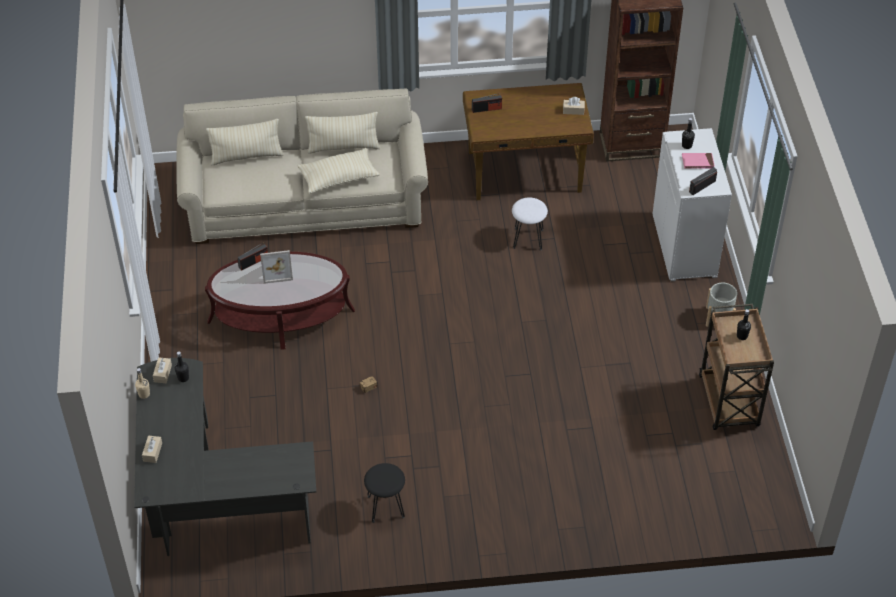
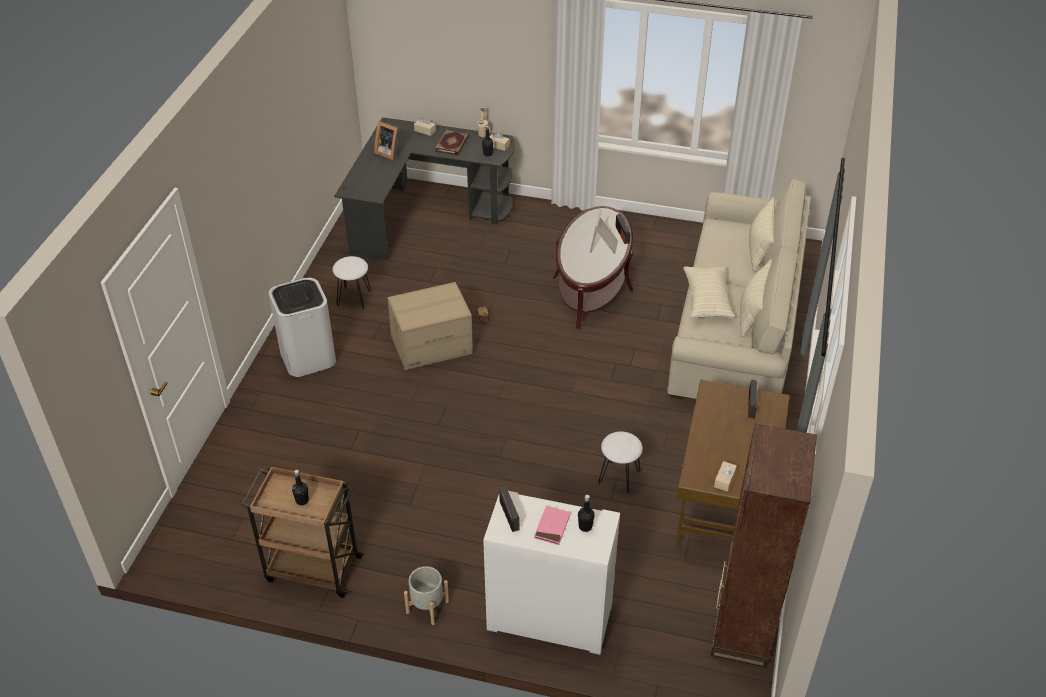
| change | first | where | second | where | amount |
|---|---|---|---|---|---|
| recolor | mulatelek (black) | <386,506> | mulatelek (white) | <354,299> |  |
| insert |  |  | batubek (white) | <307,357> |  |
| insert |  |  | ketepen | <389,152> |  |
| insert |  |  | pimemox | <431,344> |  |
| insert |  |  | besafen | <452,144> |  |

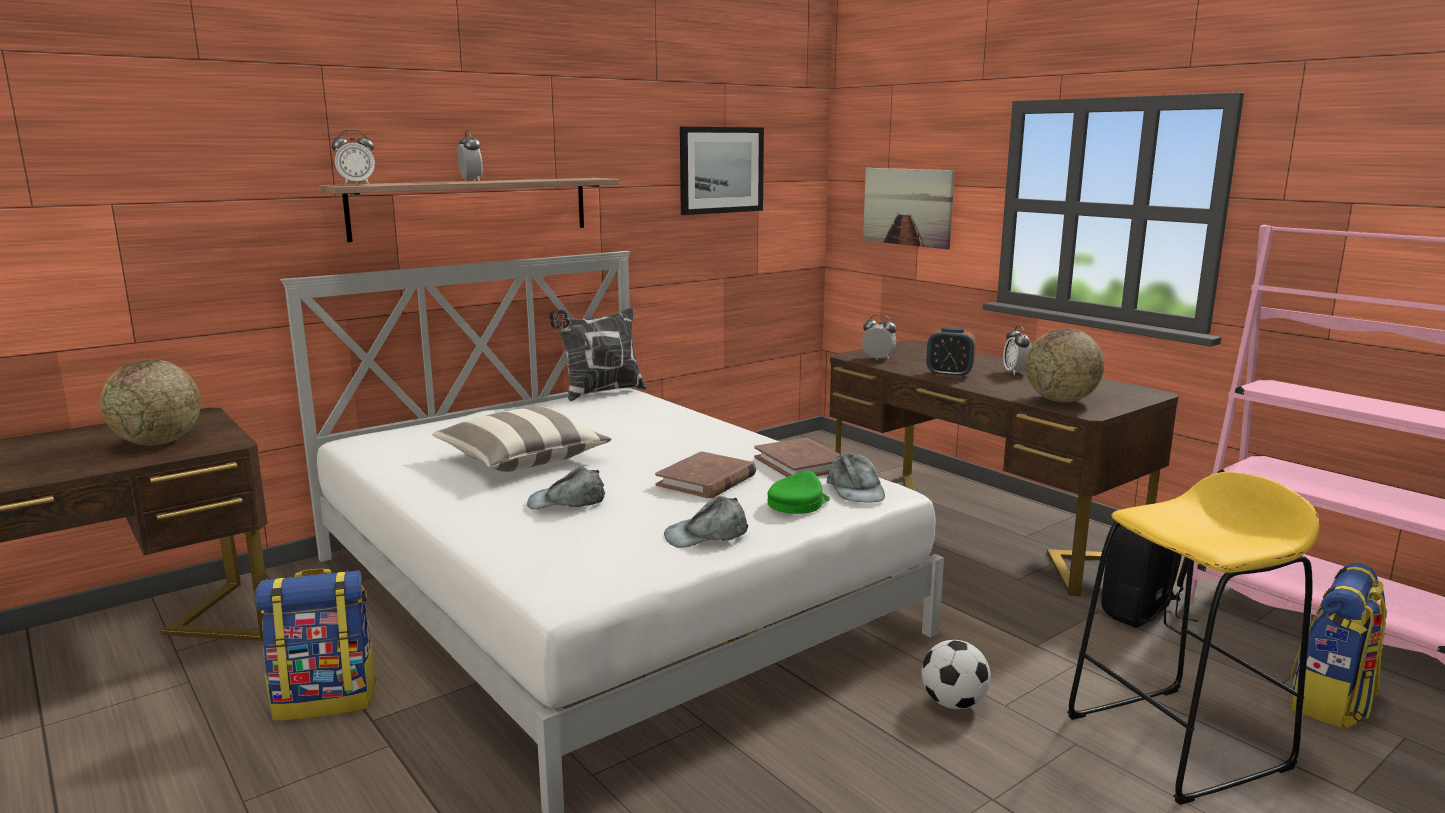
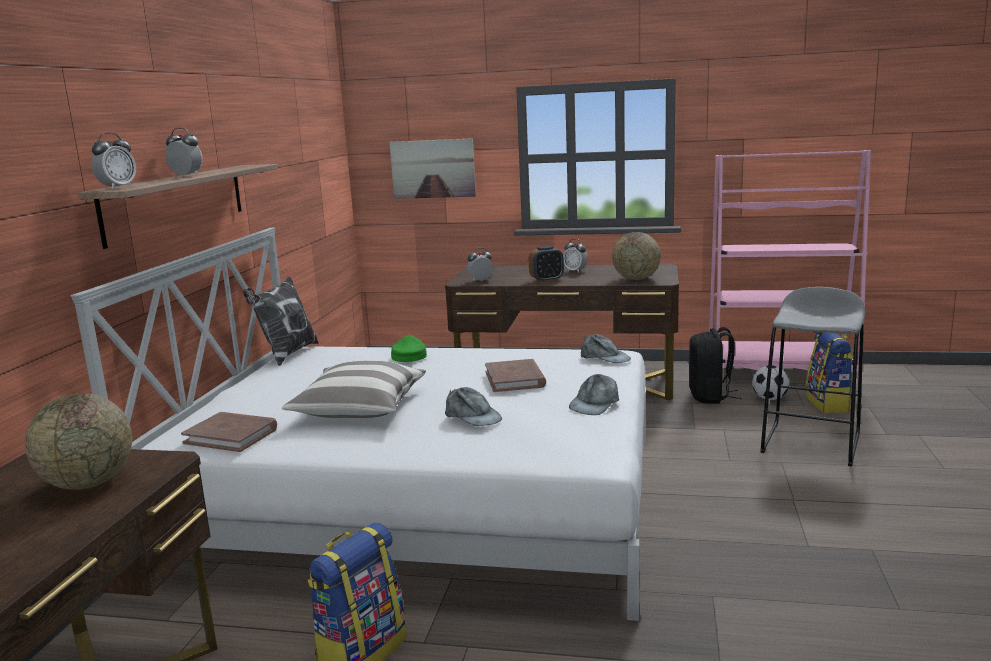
| change | first | where | second | where | amount |
|---|---|---|---|---|---|
| rotate | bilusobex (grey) | <567,501> |  | <472,416> | 90 degrees counterclockwise |
| delete | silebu | <721,170> |  |  |  |
| move | besafen (brown) | <801,463> |  | <231,436> |  |
| move | bilusobex (green) | <797,503> |  | <409,356> |  |
| move | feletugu | <953,703> |  | <769,399> |  |
| recolor | mulatelek (yellow) | <1178,742> | mulatelek (grey) | <811,443> |  |

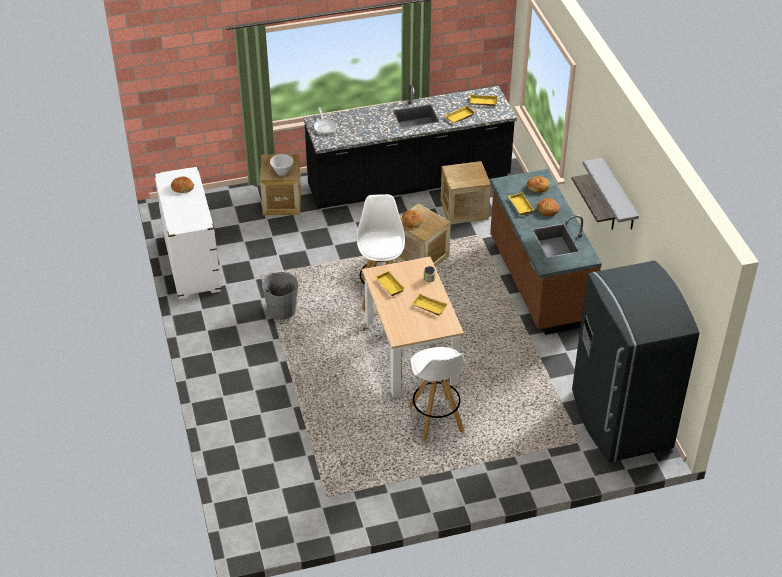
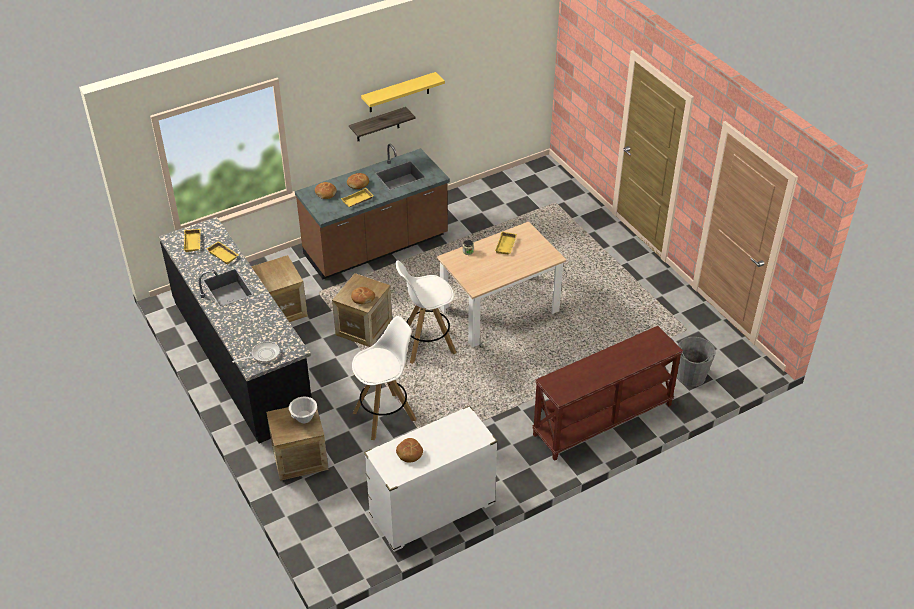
| change | first | where | second | where | amount |
|---|---|---|---|---|---|
| move | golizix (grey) | <281,310> |  | <691,376> |  |
| delete | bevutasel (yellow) | <388,285> |  |  |  |
| move | mulatelek (white) | <436,419> |  | <385,416> |  |
| delete | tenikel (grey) | <619,420> |  |  |  |
| recolor | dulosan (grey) | <618,195> | dulosan (yellow) | <399,93> |  |
| insert |  |  | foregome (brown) | <603,420> |  |

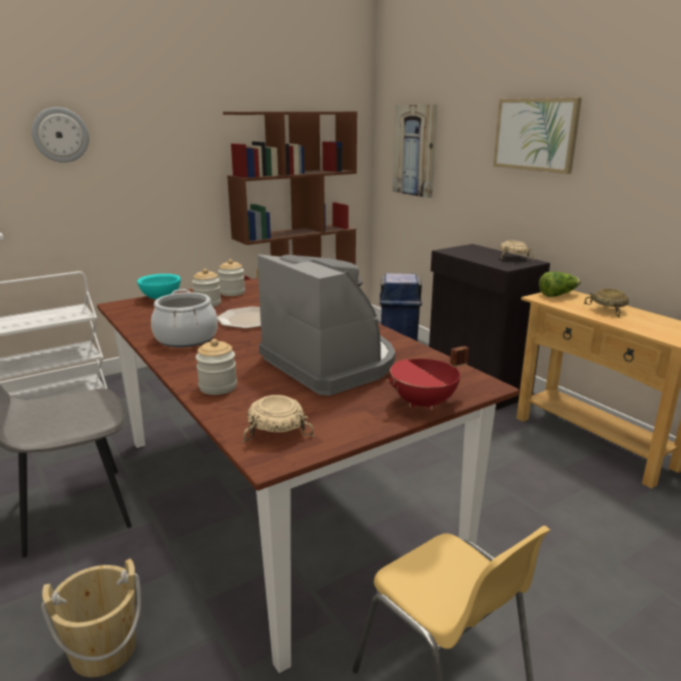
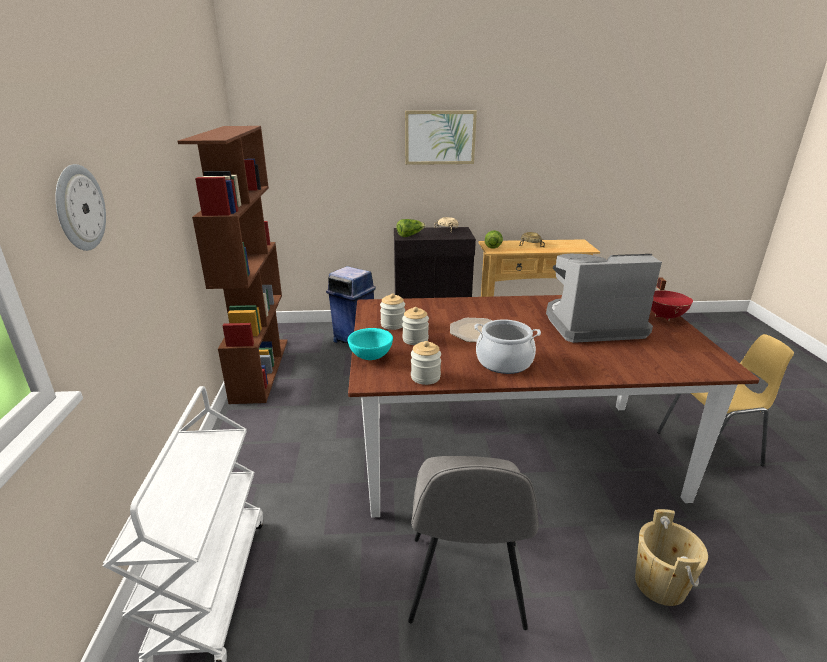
| change | first | where | second | where | amount |
|---|---|---|---|---|---|
| move | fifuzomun | <218,387> |  | <425,377> |  |
| delete | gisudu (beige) | <275,432> |  |  |  |
| delete | silebu | <415,150> |  |  |  |
| insert |  |  | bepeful | <410,235> |  |

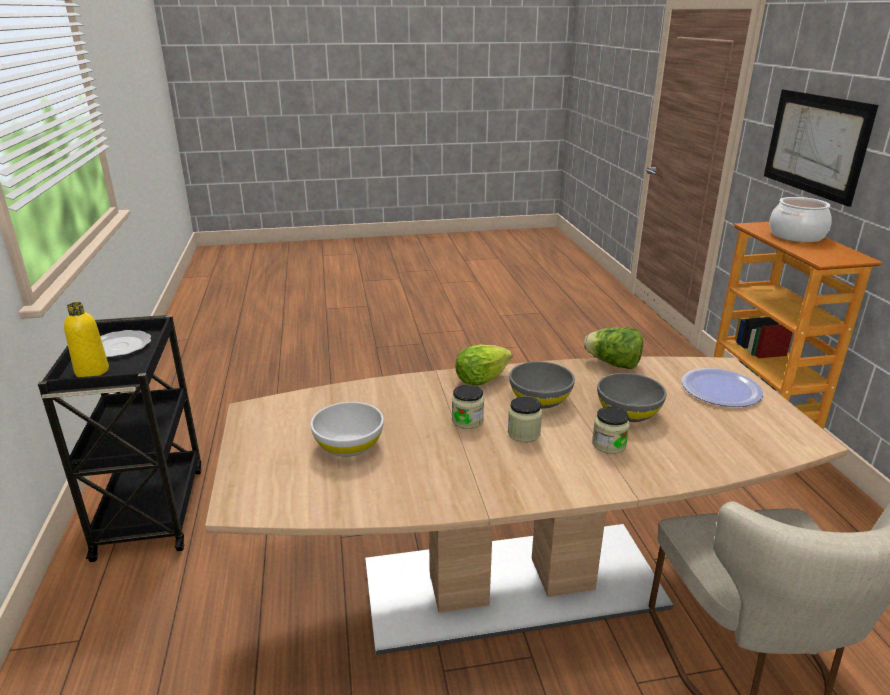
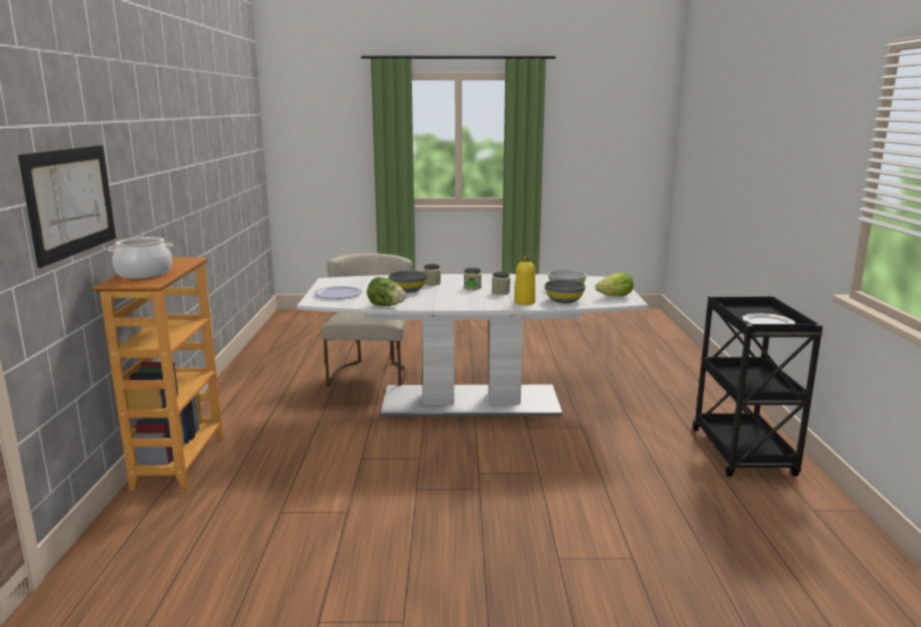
| change | first | where | second | where | amount |
|---|---|---|---|---|---|
| move | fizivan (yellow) | <92,371> |  | <524,302> |  |
| recolor | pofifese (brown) | <511,584> | pofifese (white) | <471,401> |  |
| move | bepeful | <481,379> |  | <615,297> |  |
| move | gisudu (grey) | <540,400> |  | <564,300> |  |

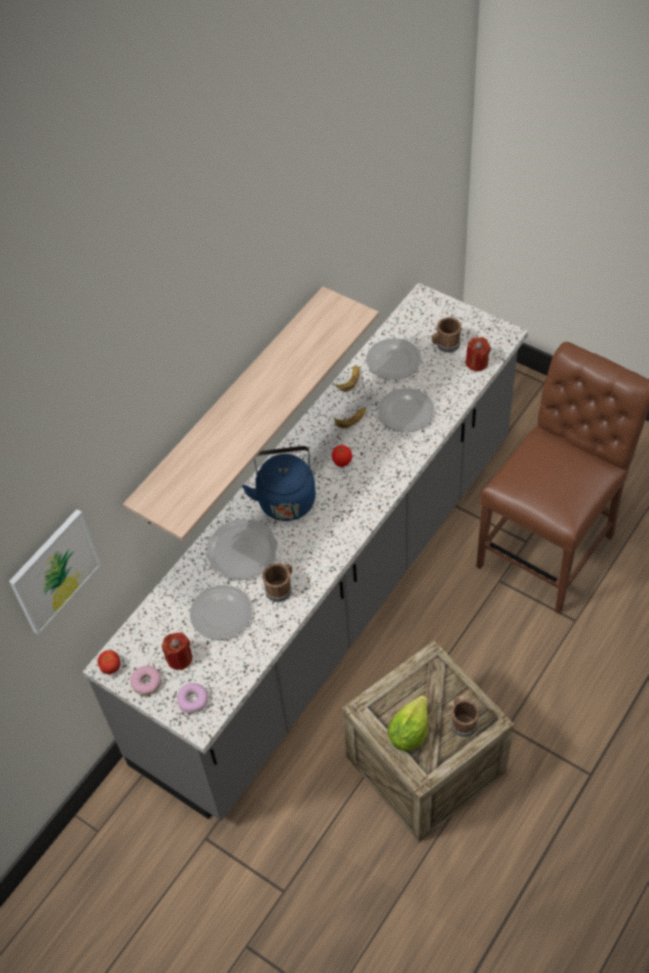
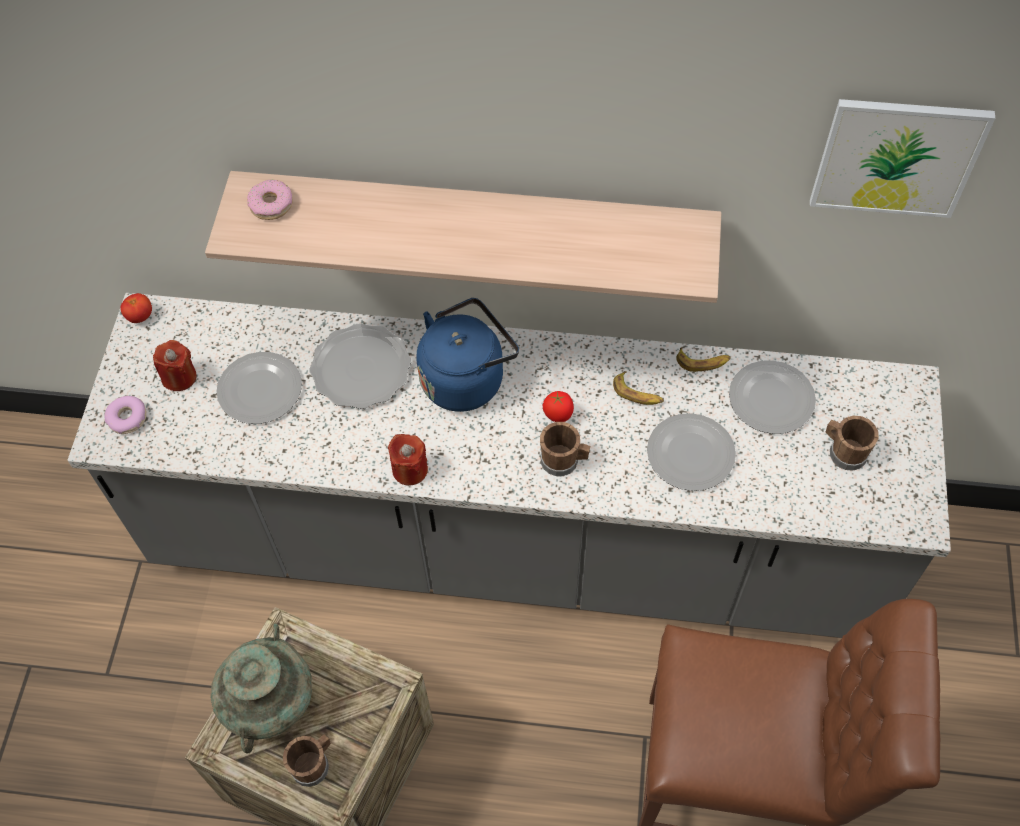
| change | first | where | second | where | amount |
|---|---|---|---|---|---|
| move | silebu | <54,571> |  | <897,157> |  |
| move | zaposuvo | <146,683> |  | <271,204> |  |
| move | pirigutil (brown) | <280,588> |  | <564,461> |  |
| replace | bepeful | <409,732> | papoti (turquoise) | <271,703> |  |
| move | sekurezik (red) | <477,363> |  | <410,470> |  |

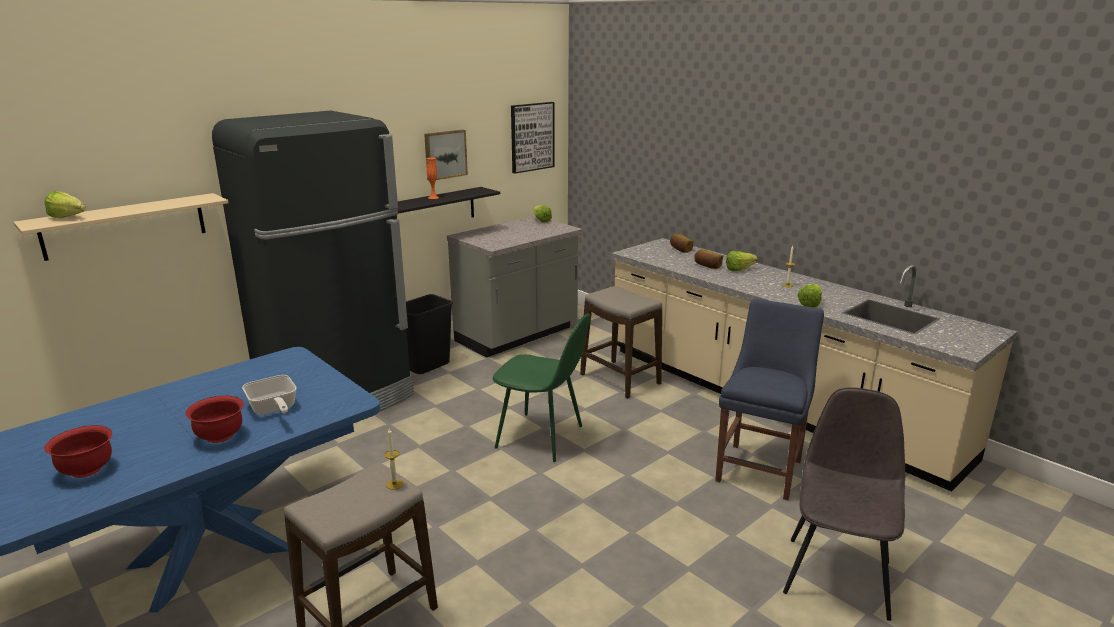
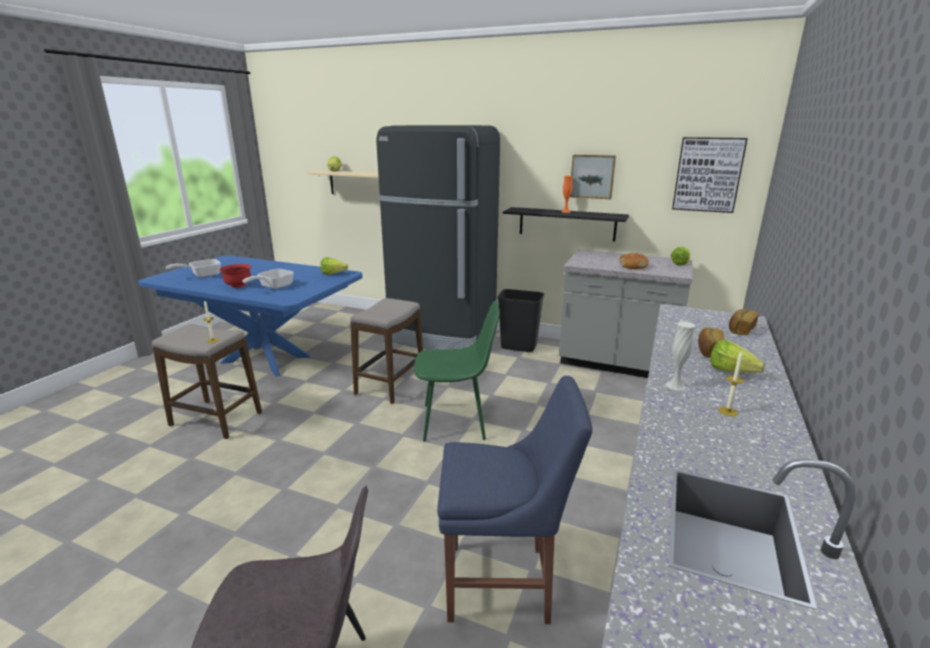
| change | first | where | second | where | amount |
|---|---|---|---|---|---|
| replace | gisudu (red) | <87,470> | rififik | <202,275> |  |
| rotate | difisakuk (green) | <542,437> |  | <456,422> | 90 degrees counterclockwise |
| move | mulatelek | <620,379> |  | <391,385> |  |
| move | bepeful | <811,303> |  | <335,274> |  |
| insert |  |  | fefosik | <633,266> |  |
| insert |  |  | papoti (white) | <675,385> |  |

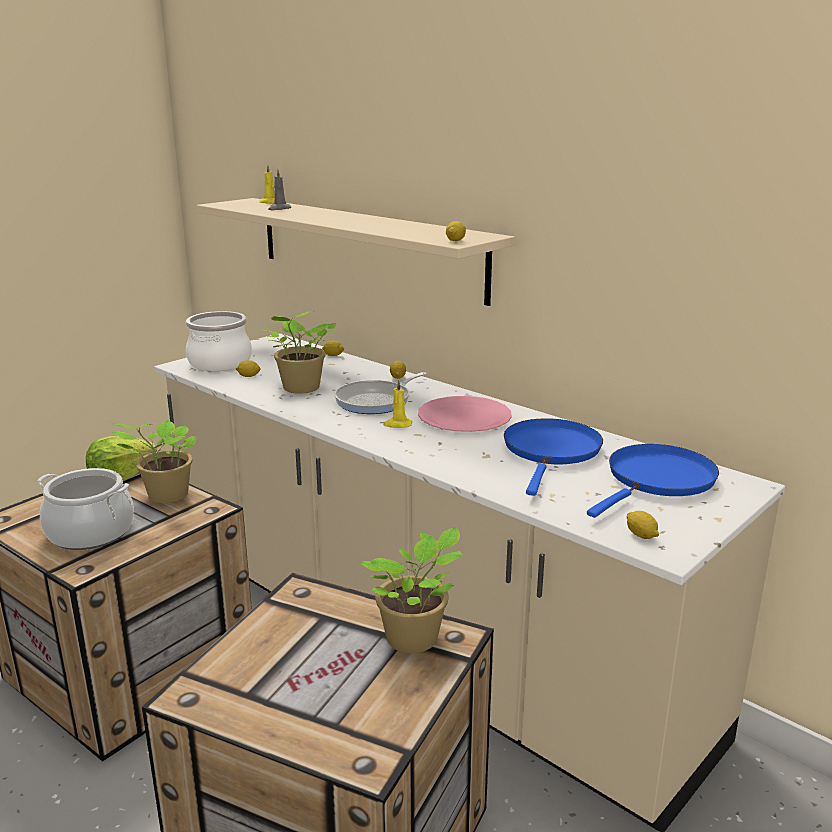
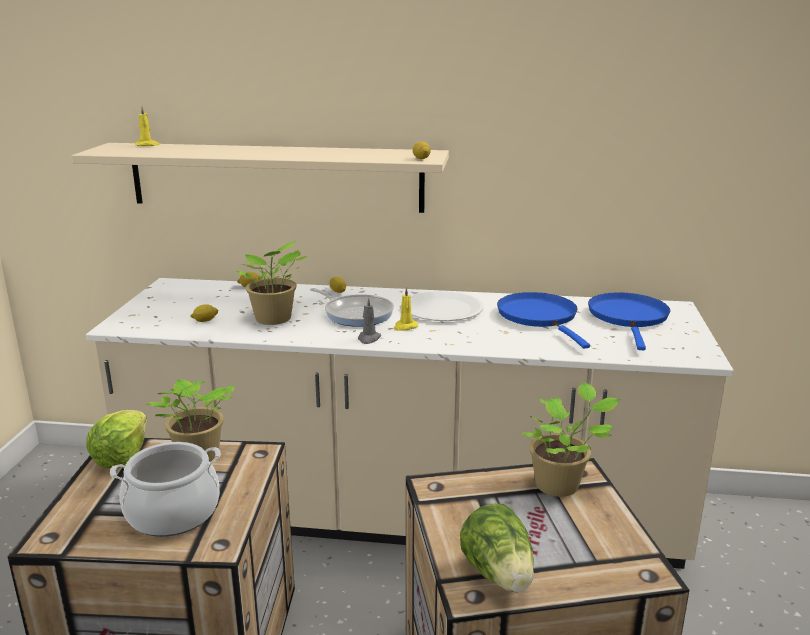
| change | first | where | second | where | amount |
|---|---|---|---|---|---|
| delete | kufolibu | <219,363> |  |  |  |
| move | sekurezik (grey) | <279,209> |  | <369,339> |  |
| rotate | rififik | <376,401> |  | <356,314> | 60 degrees counterclockwise |
| recolor | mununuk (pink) | <464,417> | mununuk (white) | <443,309> |  |
| delete | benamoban | <641,535> |  |  |  |
| insert |  |  | bepeful | <499,575> |  |

